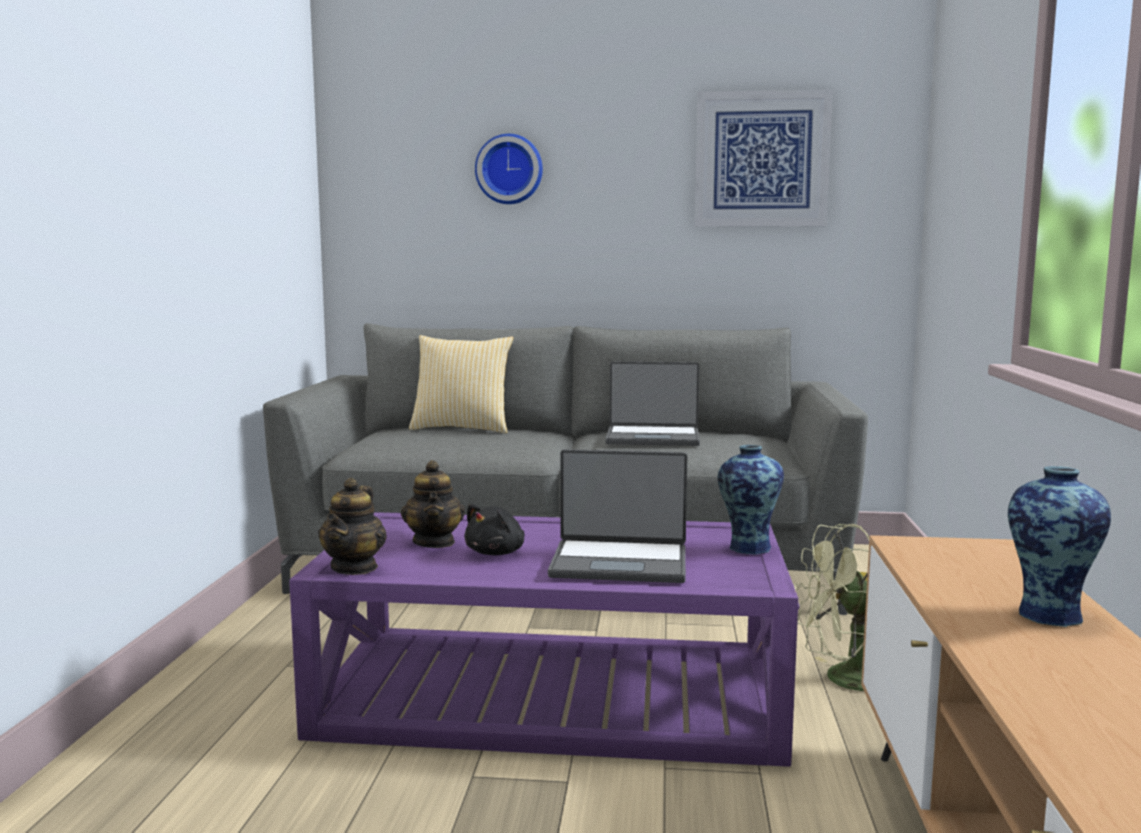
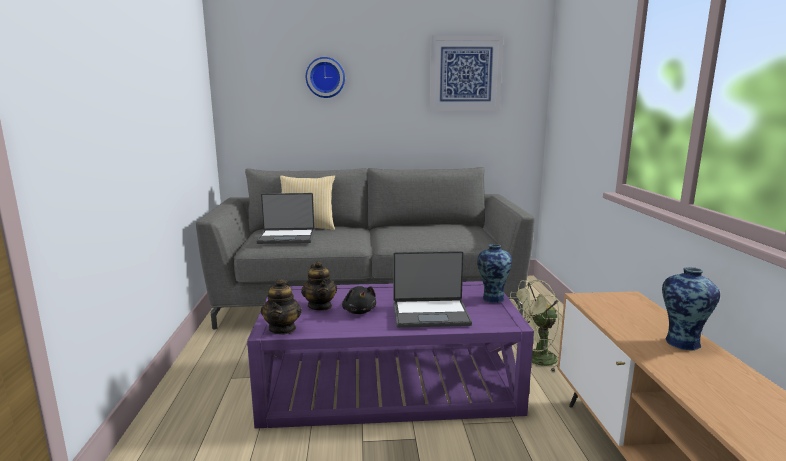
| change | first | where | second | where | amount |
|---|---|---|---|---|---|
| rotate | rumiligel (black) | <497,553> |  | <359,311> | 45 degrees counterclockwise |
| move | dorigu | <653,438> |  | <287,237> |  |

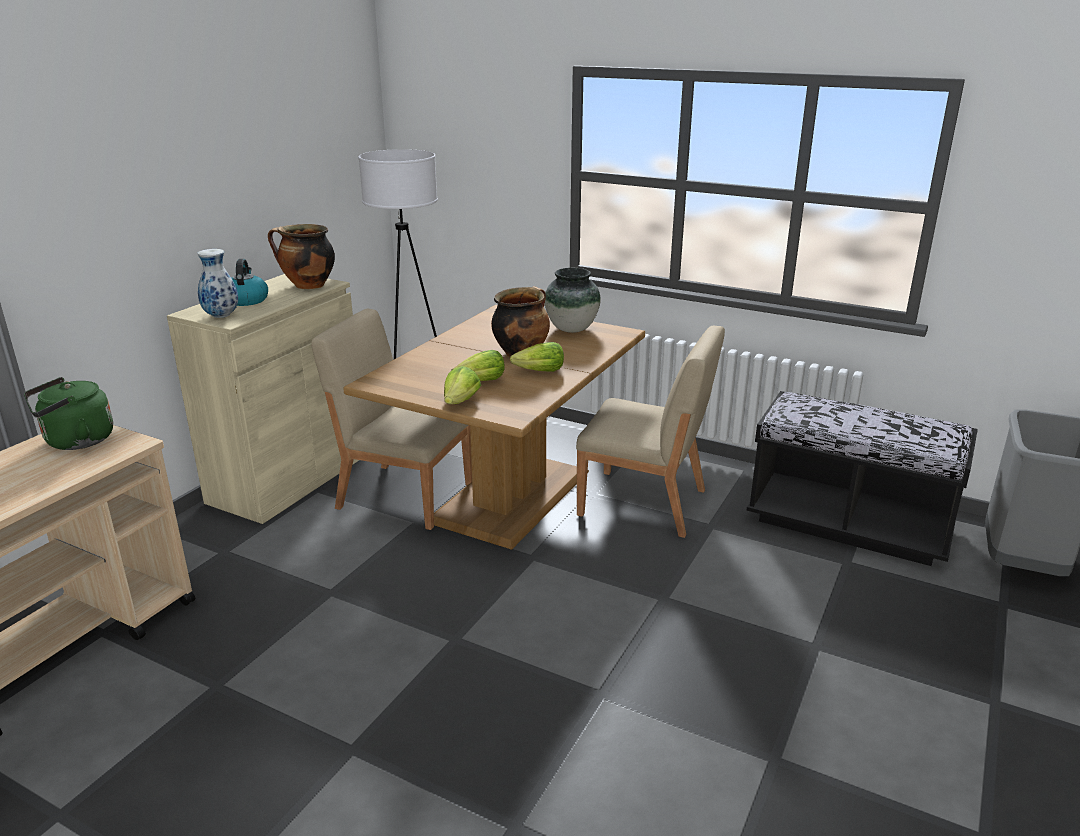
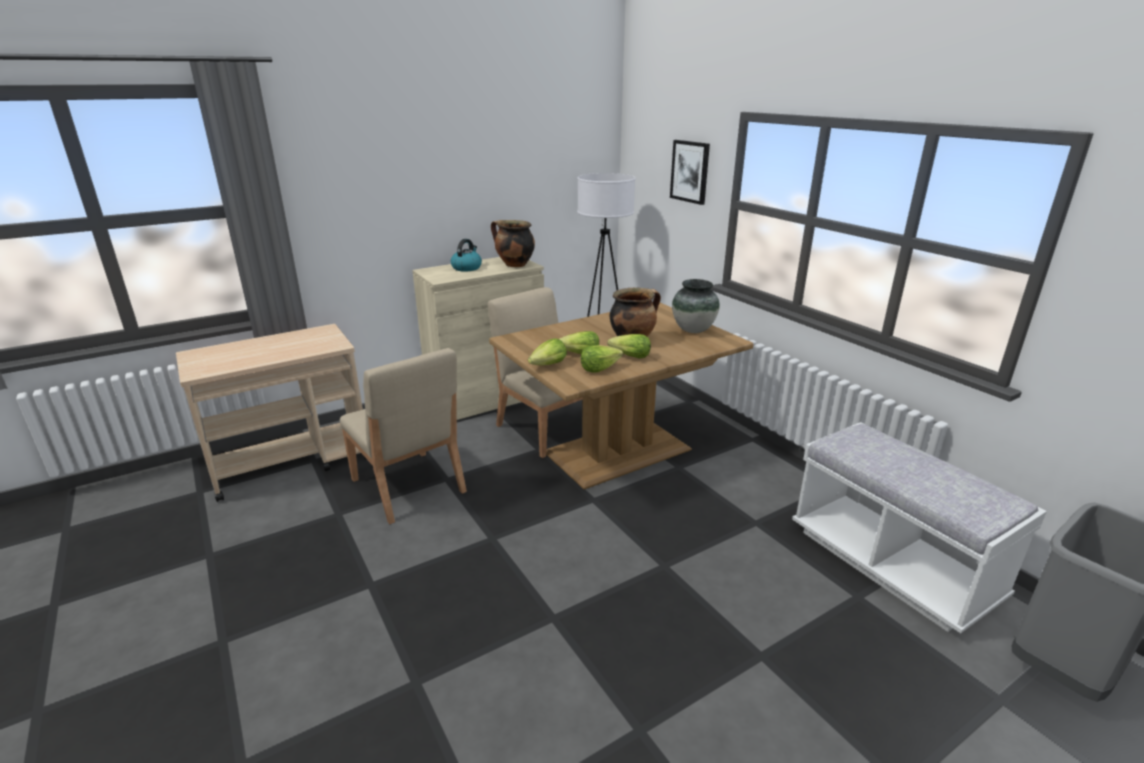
| change | first | where | second | where | amount |
|---|---|---|---|---|---|
| delete | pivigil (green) | <75,441> |  |  |  |
| delete | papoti | <222,316> |  |  |  |
| move | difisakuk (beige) | <644,503> |  | <408,487> |  |
| recolor | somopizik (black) | <848,524> | somopizik (white) | <891,563> |  |
| insert |  |  | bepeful | <599,368> |  |
| insert |  |  | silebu | <690,171> |  |

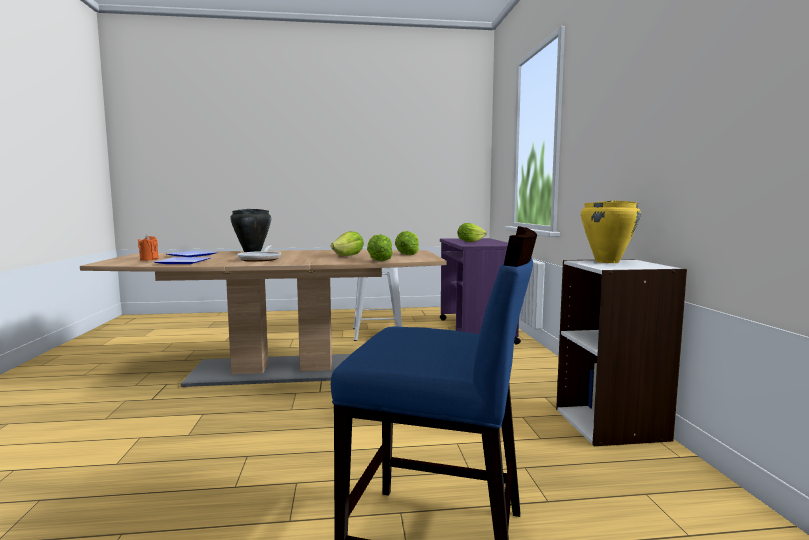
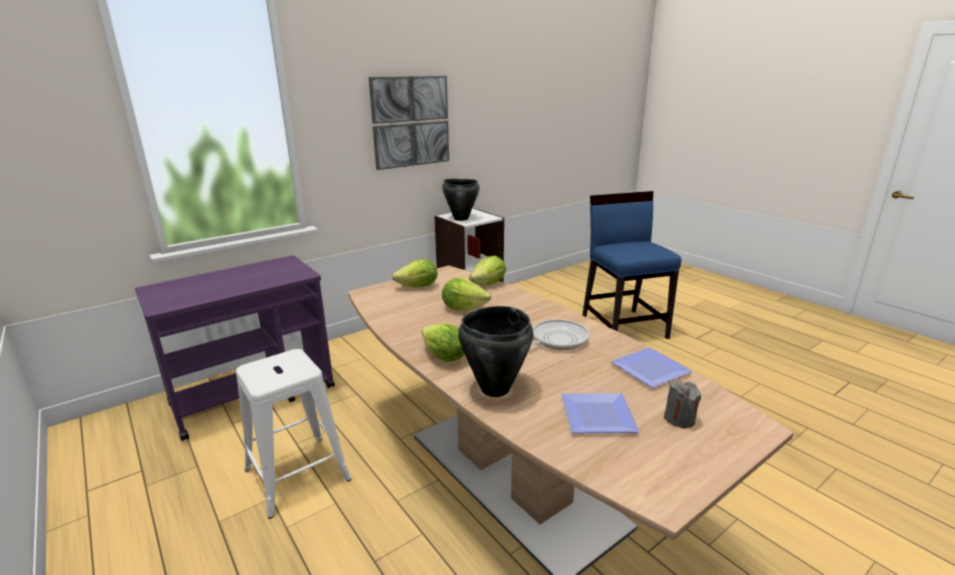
| change | first | where | second | where | amount |
|---|---|---|---|---|---|
| recolor | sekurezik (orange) | <149,259> | sekurezik (grey) | <679,419> |  |
| move | bepeful | <470,241> |  | <444,357> |  |
| recolor | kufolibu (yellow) | <607,261> | kufolibu (black) | <461,218> |  |
| insert |  |  | silebu | <410,122> |  |

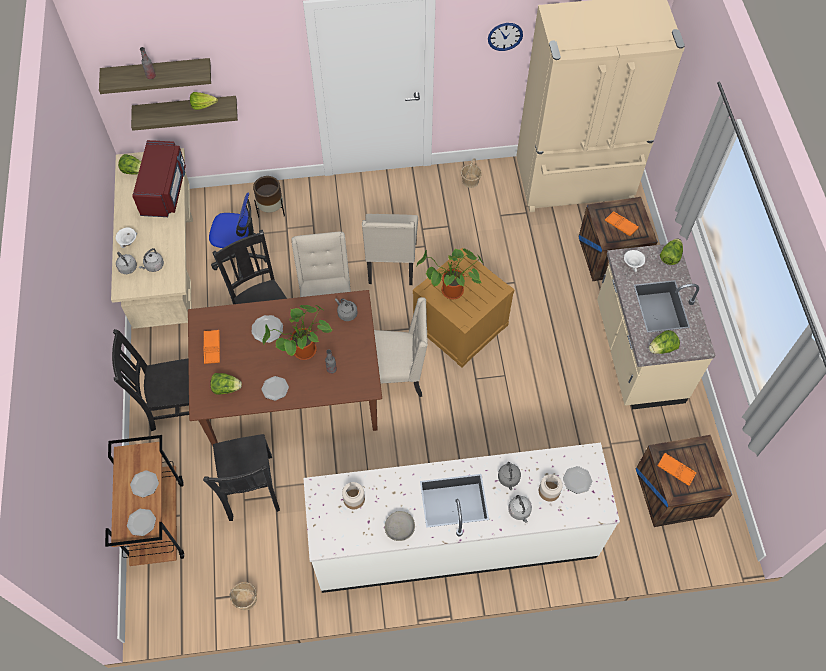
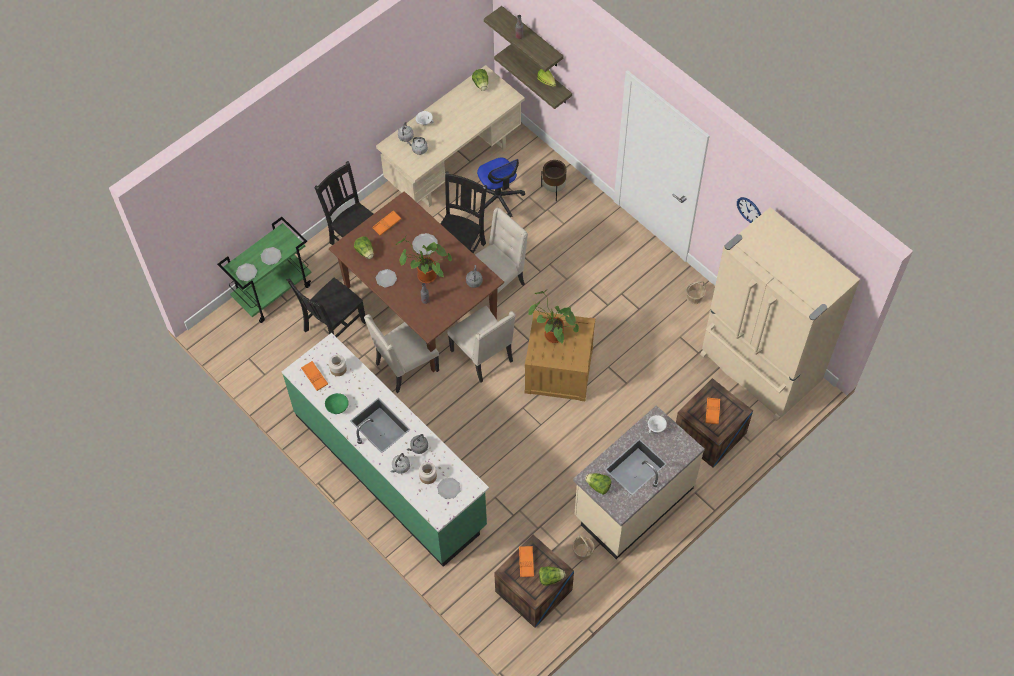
| change | first | where | second | where | amount |
|---|---|---|---|---|---|
| recolor | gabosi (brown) | <158,521> | gabosi (green) | <273,291> |  |
| delete | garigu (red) | <164,190> |  |  |  |
| move | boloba | <245,599> |  | <583,551> |  |
| recolor | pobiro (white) | <454,538> | pobiro (green) | <390,469> |  |
| move | difisakuk (beige) | <391,264> |  | <405,367> |  |
| recolor | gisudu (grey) | <400,529> | gisudu (green) | <337,407> |  |
| move | bepeful | <670,256> |  | <550,578> |  |
| insert |  |  | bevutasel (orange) | <314,377> |  |

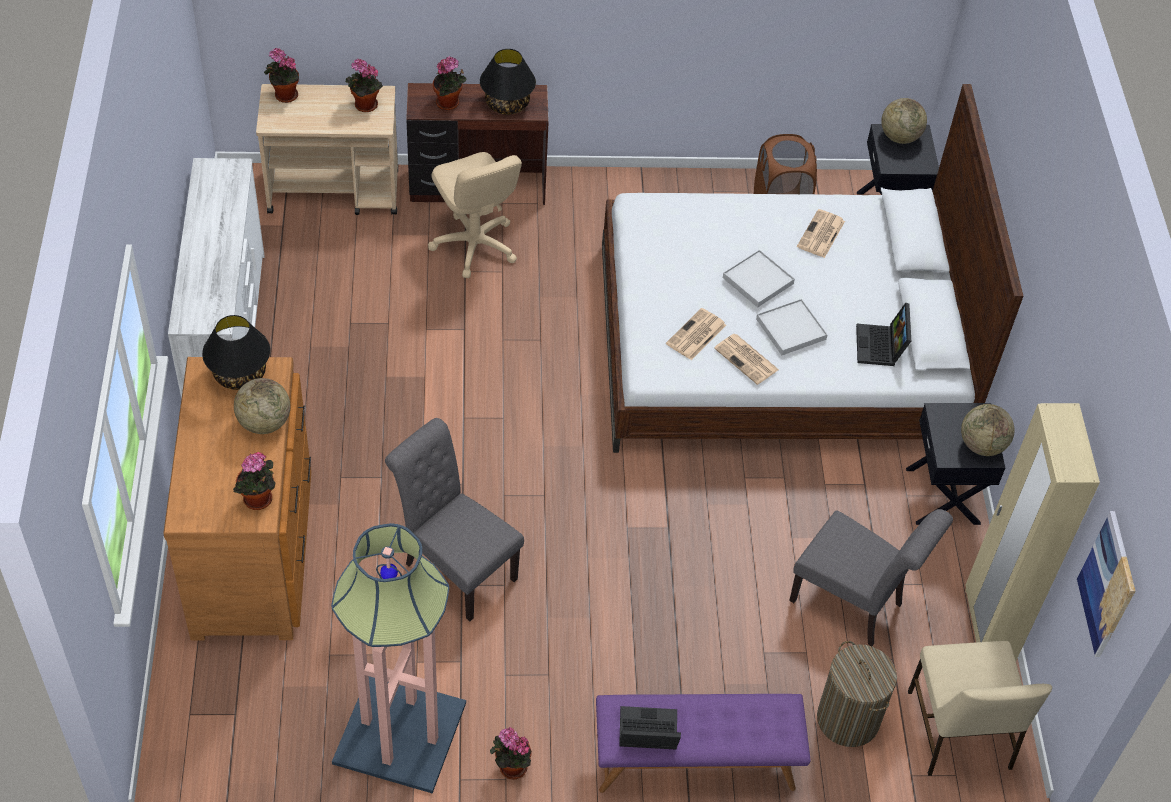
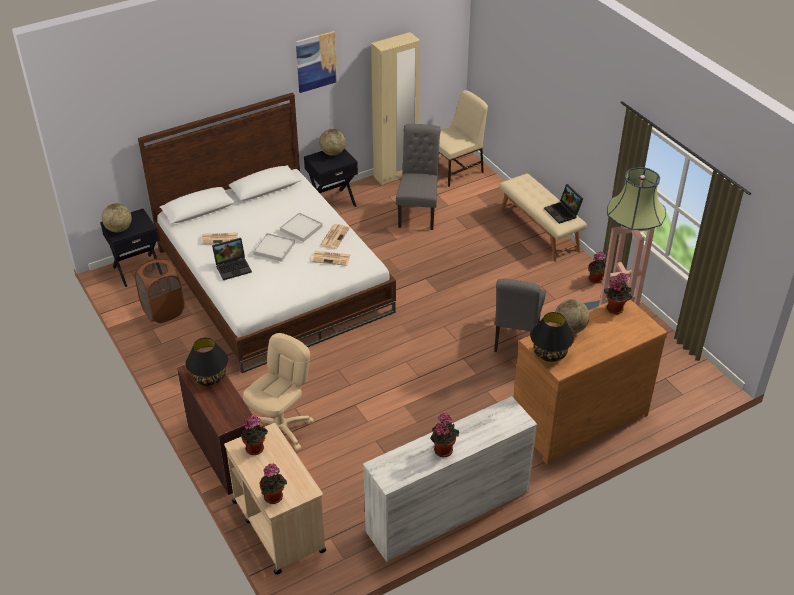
| change | first | where | second | where | amount |
|---|---|---|---|---|---|
| move | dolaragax | <449,104> |  | <443,449> |  |
| recolor | somopizik (purple) | <695,762> | somopizik (beige) | <539,230> |  |
| delete | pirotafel | <848,719> |  |  |  |
| move | dorigu | <881,347> |  | <233,267> |  |
| move | silebu | <1107,584> |  | <316,61> |  |

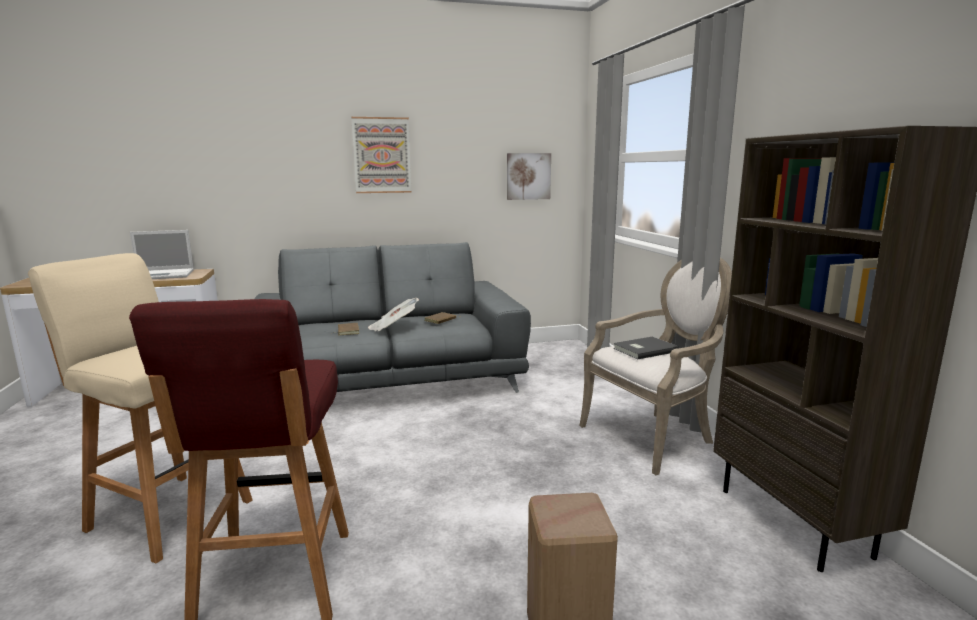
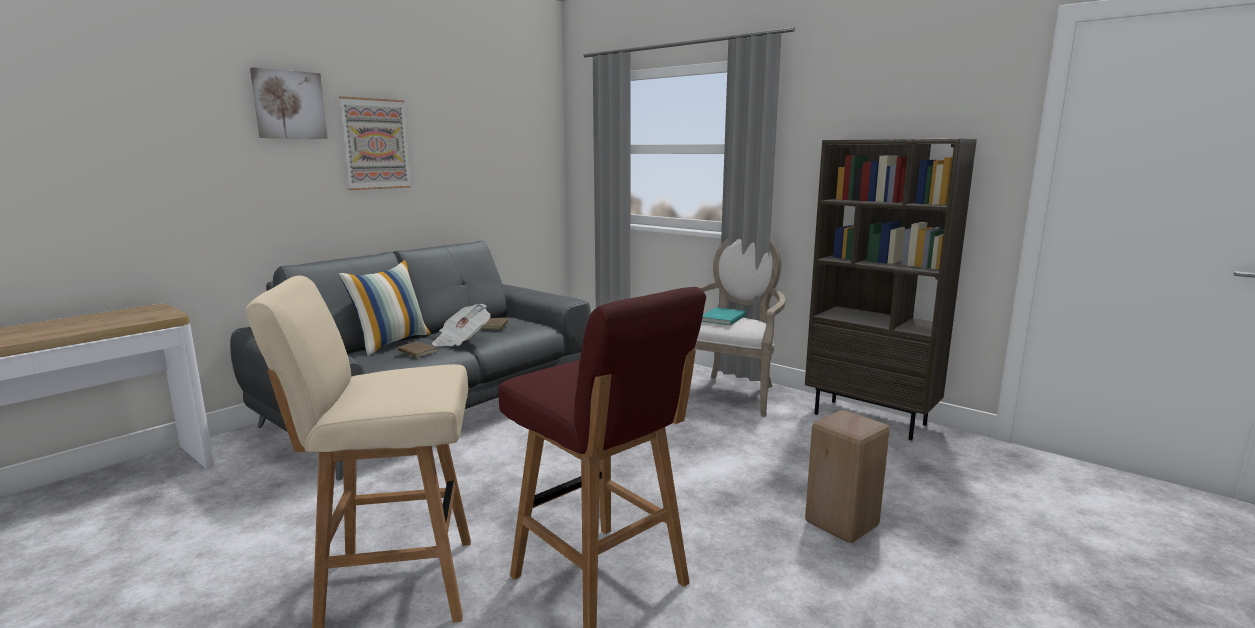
| change | first | where | second | where | amount |
|---|---|---|---|---|---|
| delete | dorigu | <163,275> |  |  |  |
| move | silebu | <528,176> |  | <289,105> |  |
| recolor | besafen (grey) | <643,349> | besafen (turquoise) | <721,318> |  |
| insert |  |  | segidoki | <391,342> |  |

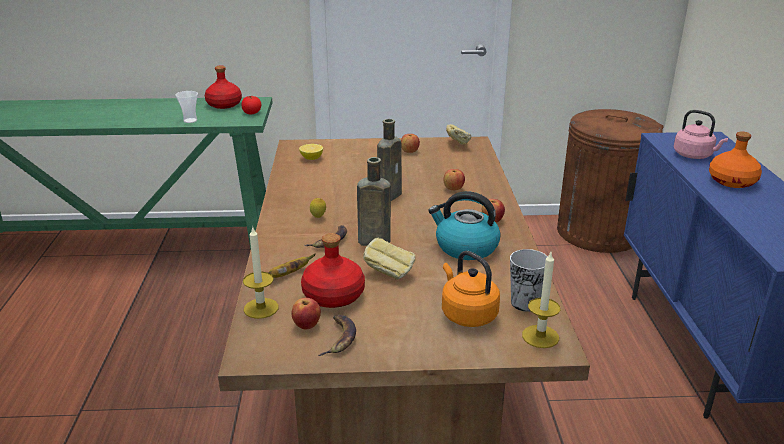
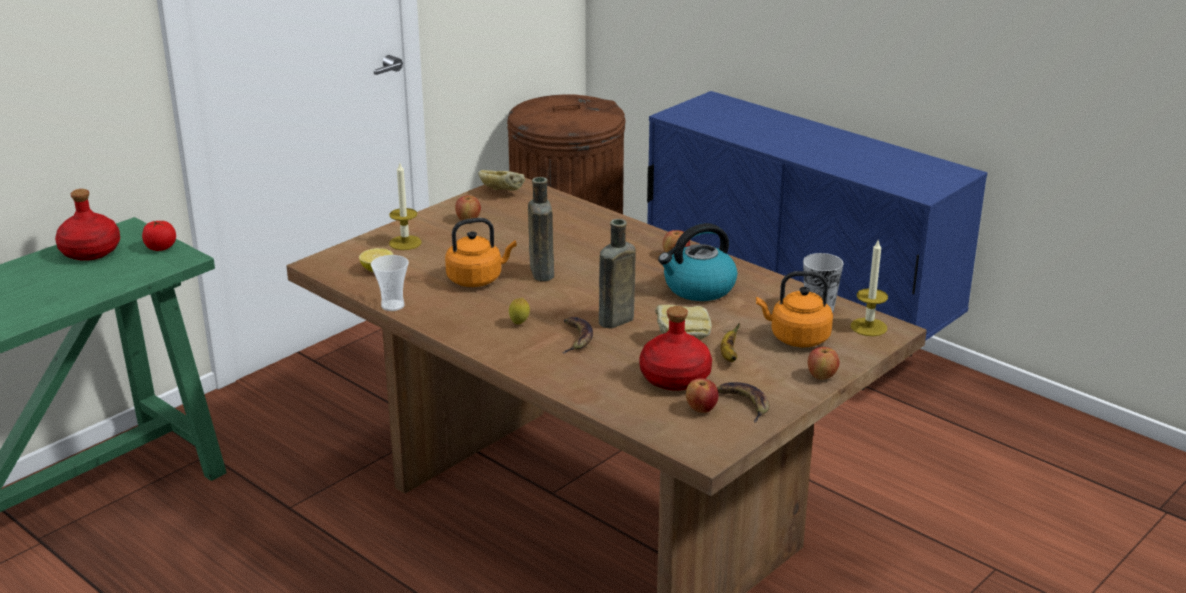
| change | first | where | second | where | amount |
|---|---|---|---|---|---|
| move | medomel | <190,120> |  | <392,305> |  |
| move | sekurezik | <261,308> |  | <405,243> |  |
| move | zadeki | <290,274> |  | <729,355> |  |
| move | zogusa | <453,189> |  | <821,376> |  |
| delete | pivigil (pink) | <694,155> |  |  |  |
| delete | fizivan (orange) | <732,181> |  |  |  |
| insert |  |  | pivigil (orange) | <477,279> |  |

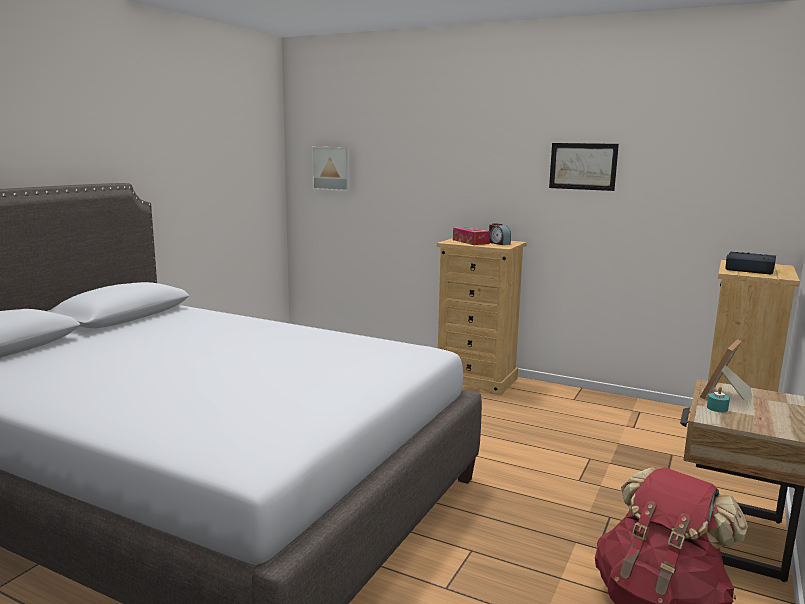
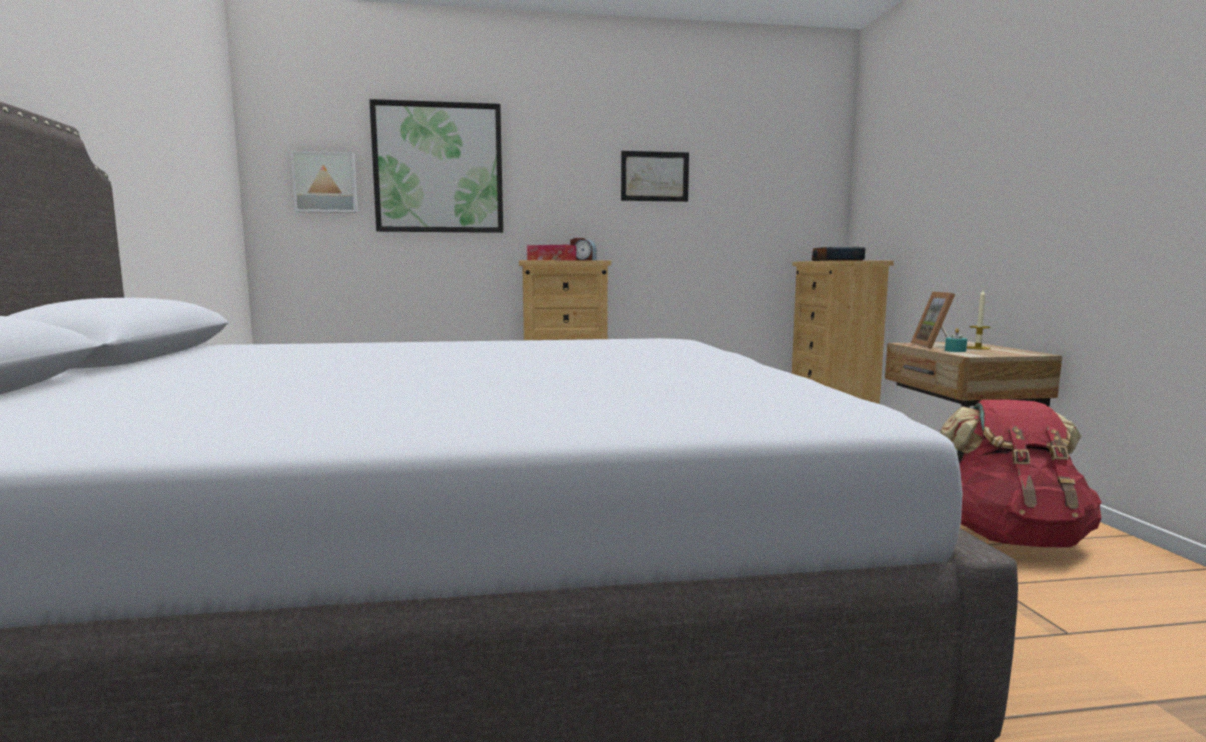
| change | first | where | second | where | amount |
|---|---|---|---|---|---|
| insert |  |  | silebu | <438,168> |  |
| insert |  |  | sekurezik | <978,348> |  |

